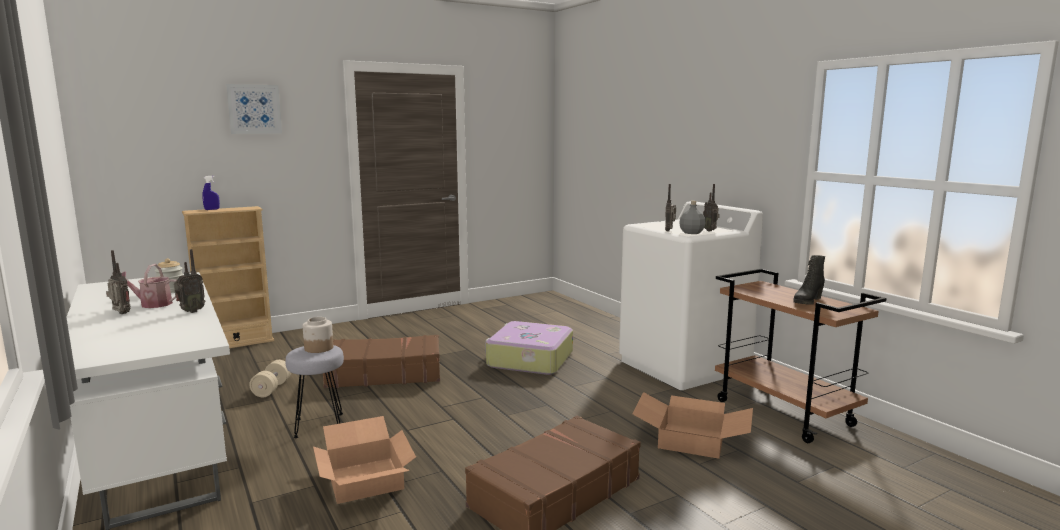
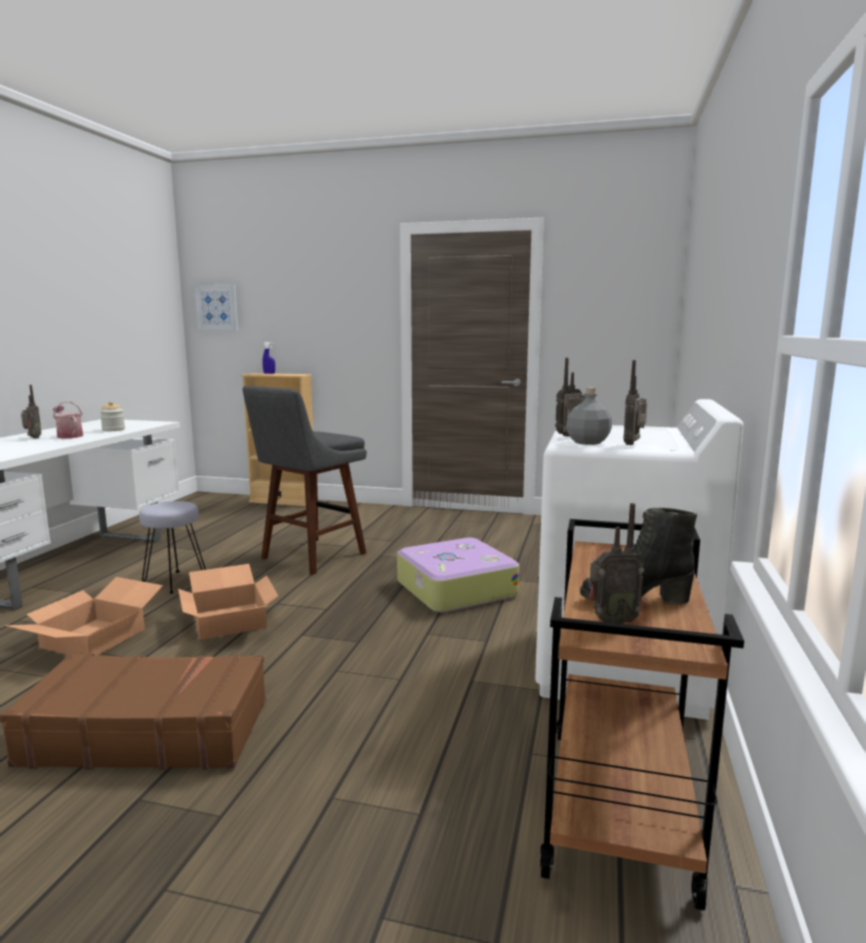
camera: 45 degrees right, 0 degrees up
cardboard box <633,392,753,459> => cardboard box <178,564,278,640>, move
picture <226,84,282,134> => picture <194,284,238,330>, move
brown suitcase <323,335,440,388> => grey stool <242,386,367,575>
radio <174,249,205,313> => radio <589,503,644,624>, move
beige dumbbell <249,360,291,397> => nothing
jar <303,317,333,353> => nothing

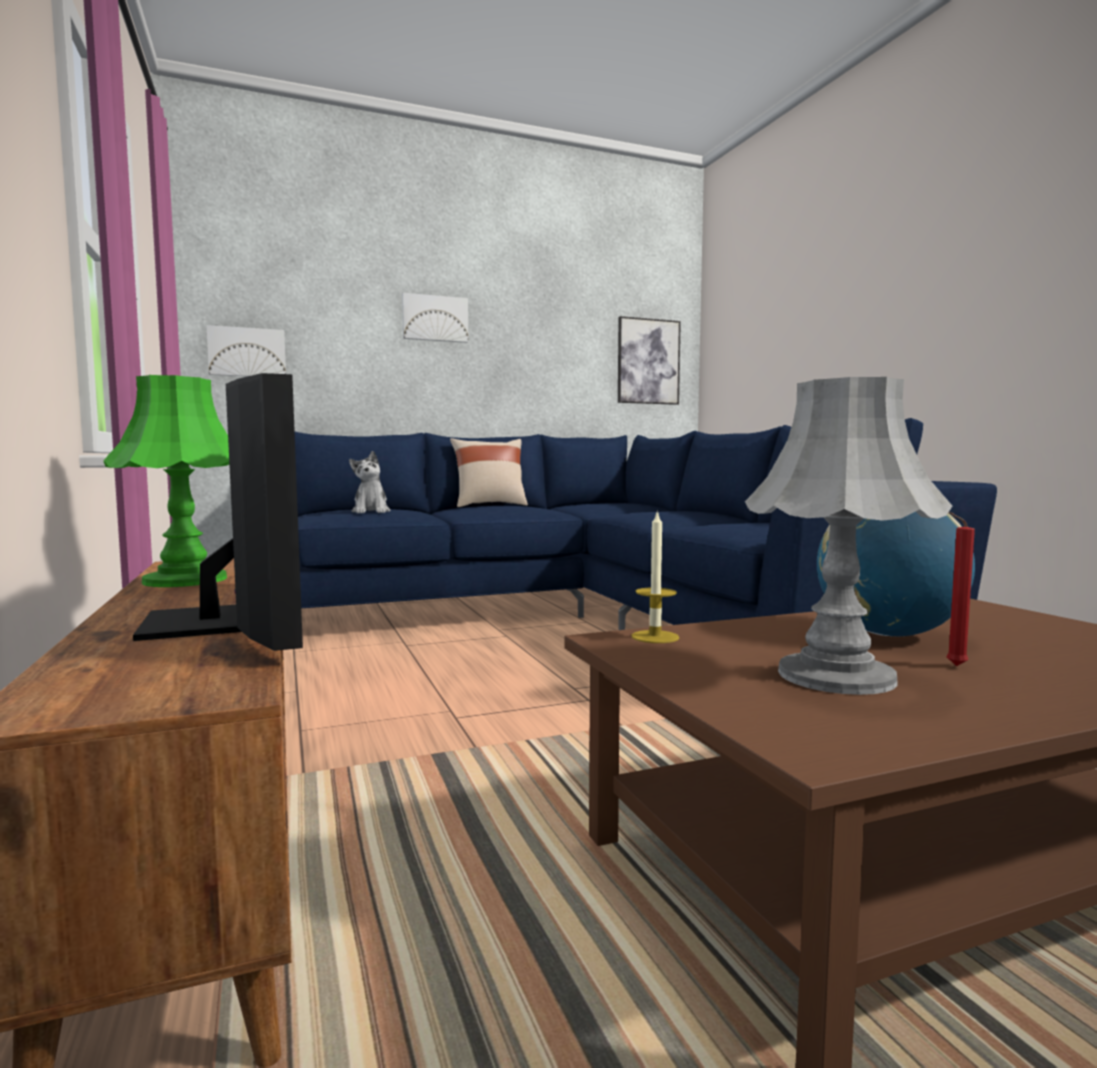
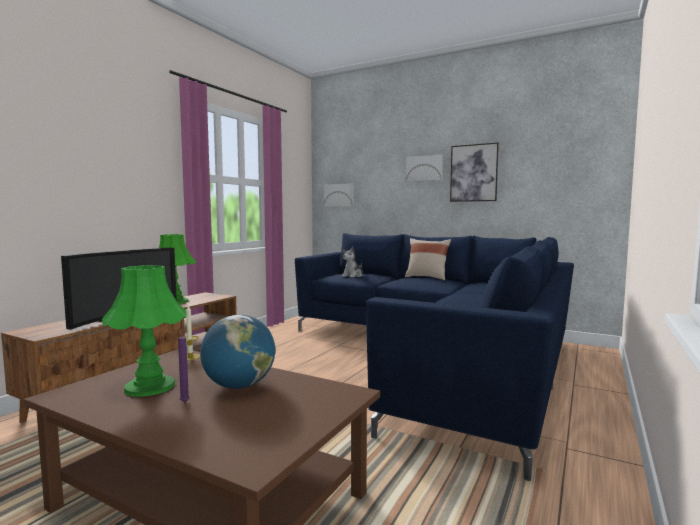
camera: 50 degrees right, 0 degrees up
grey table lamp <745,377,952,695> => green table lamp <102,265,186,397>
red candle <947,512,975,666> => purple candle <178,329,190,402>
picture <618,316,681,405> => picture <450,143,499,202>, move

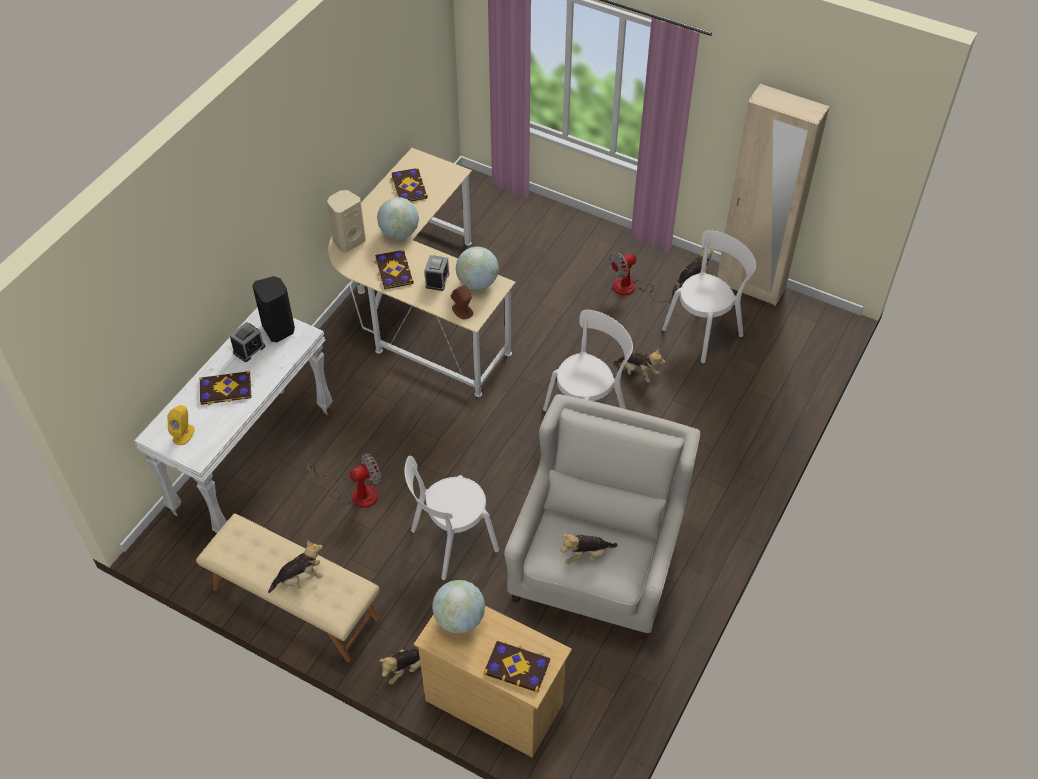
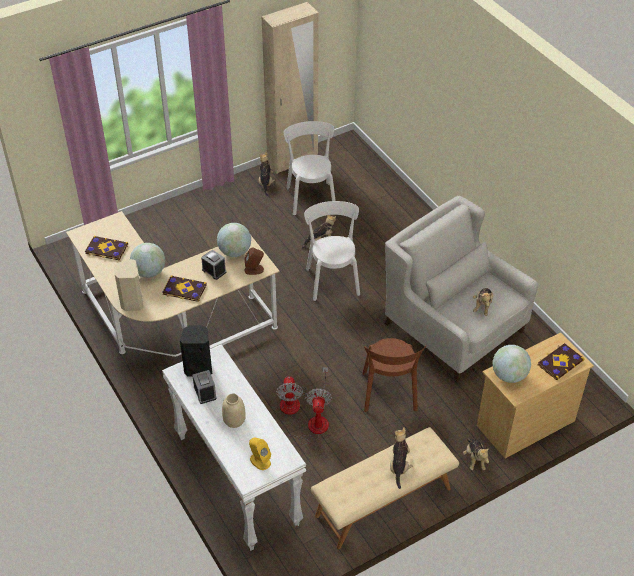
camera: 60 degrees left, 5 degrees down
book <200,371,252,405> => beige vase <222,393,246,428>
fan <609,251,680,302> => fan <276,367,328,415>, move
white chair <405,456,499,580> => brown chair <362,338,426,412>

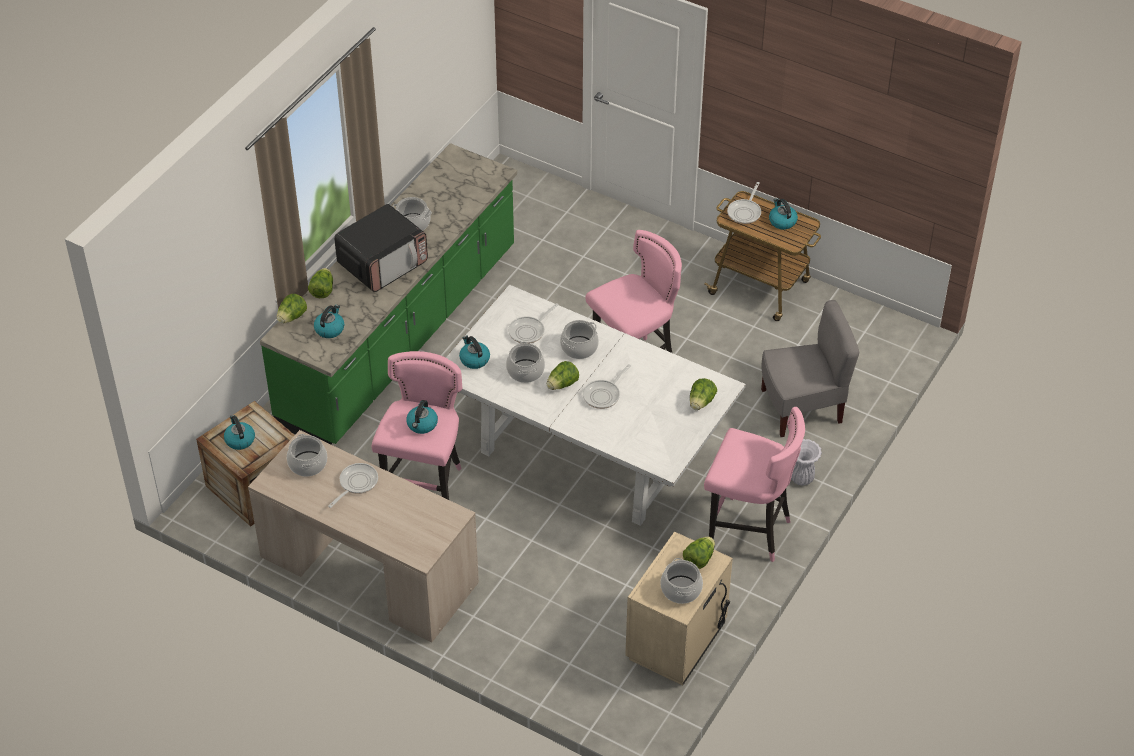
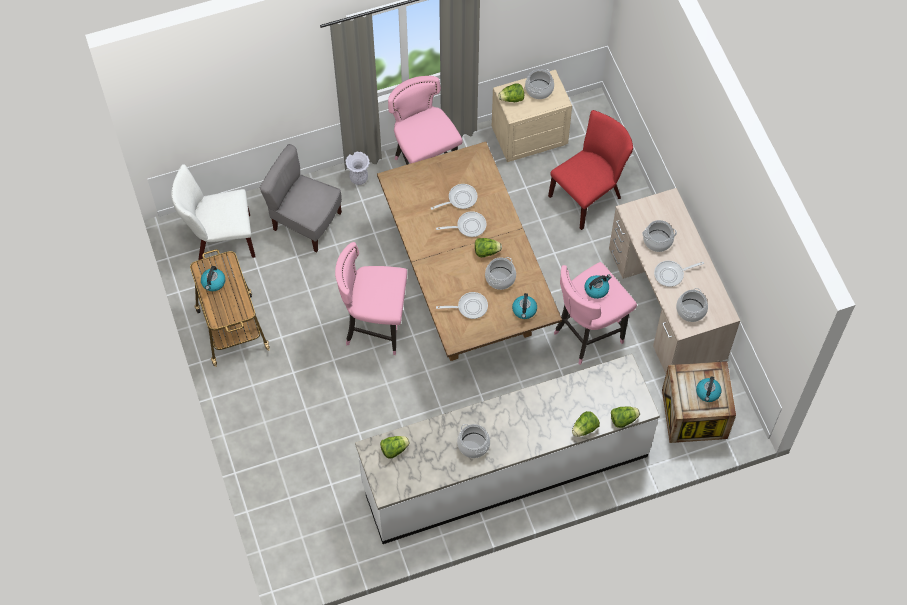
camera: 140 degrees left, 15 degrees up
nothing => white chair <171,164,255,260>
green counter <260,143,517,444> => white counter <355,354,660,544>
white dining table <446,284,746,526> => brown dining table <377,142,562,361>
lettuce <690,378,717,410> => lettuce <380,436,410,459>, move
frying pan <727,182,761,224> => frying pan <431,184,477,210>, move
nothing => red chair <548,110,633,230>
cooking pot <560,320,599,359> => cooking pot <642,220,677,252>, move
kettle <314,305,344,338> => nothing
microwave <334,204,428,292> => nothing

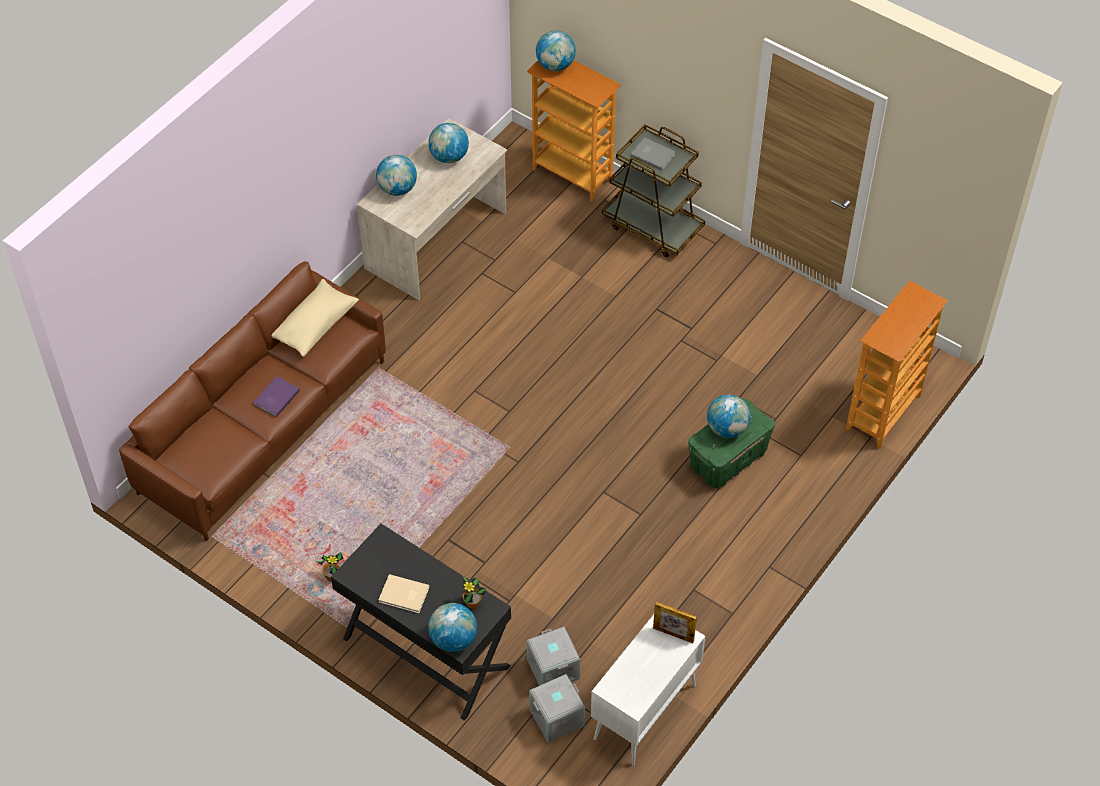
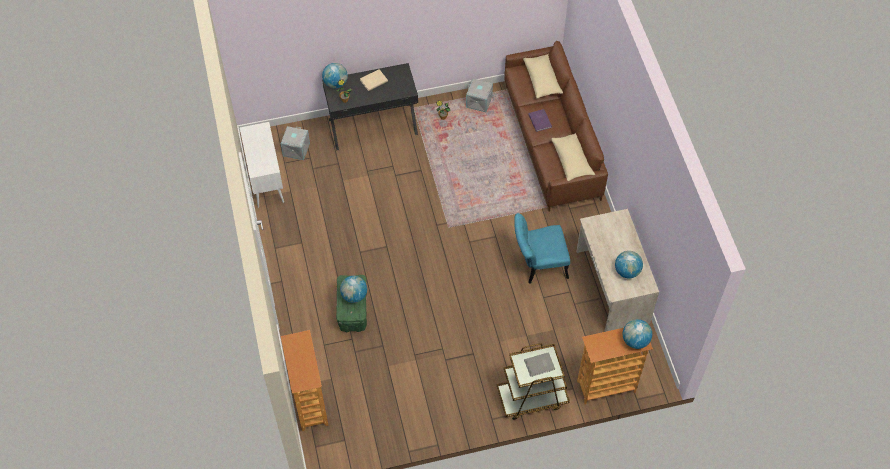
camera: 130 degrees right, 5 degrees up
grey storage box <527,627,580,686> => grey storage box <466,78,493,112>, move
nothing => turquoise chair <514,213,570,283>
nothing => beige pillow <523,54,563,99>
globe <376,155,417,196> => nothing
picture frame <653,602,697,643> => nothing

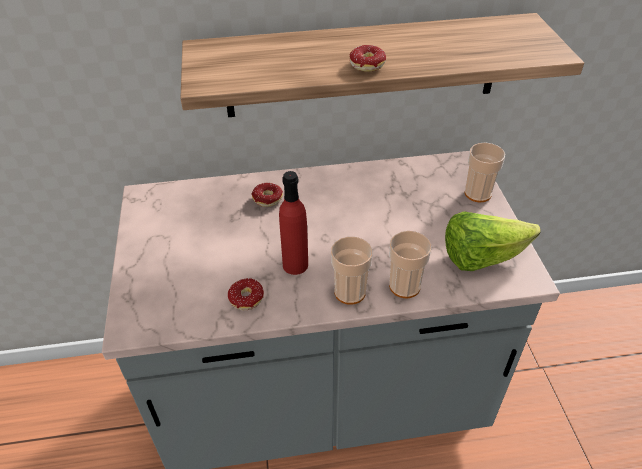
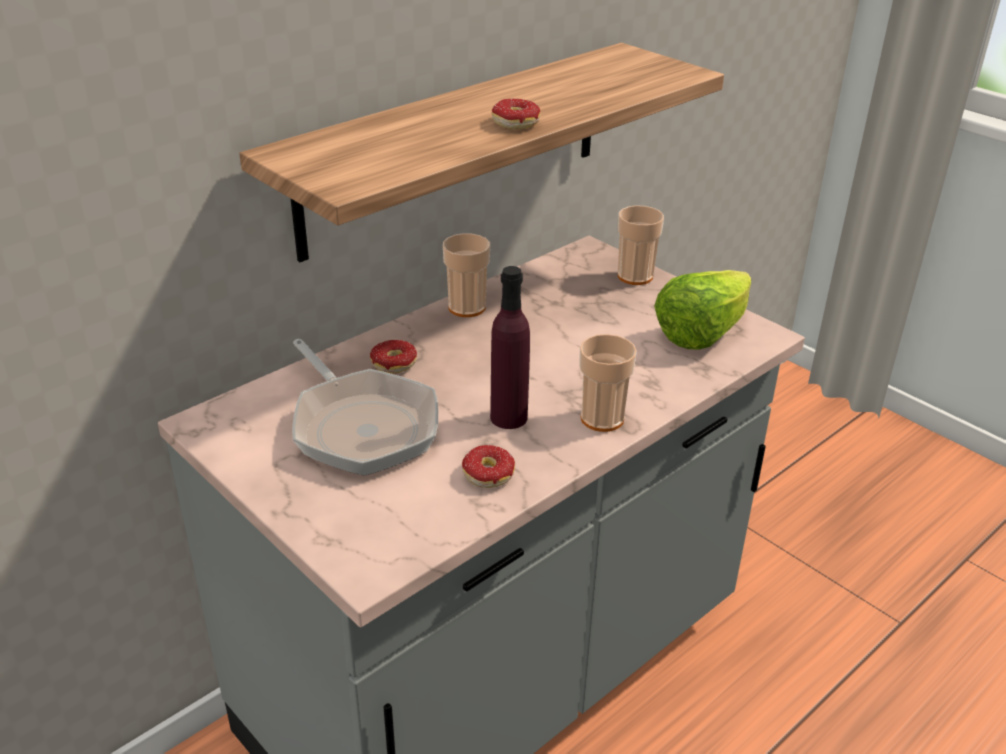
camera: 35 degrees left, 10 degrees down
nothing => frying pan <292,339,438,476>
cup <389,231,432,299> => cup <443,233,490,317>, move
red bottle <279,171,308,275> => purple bottle <490,266,530,429>

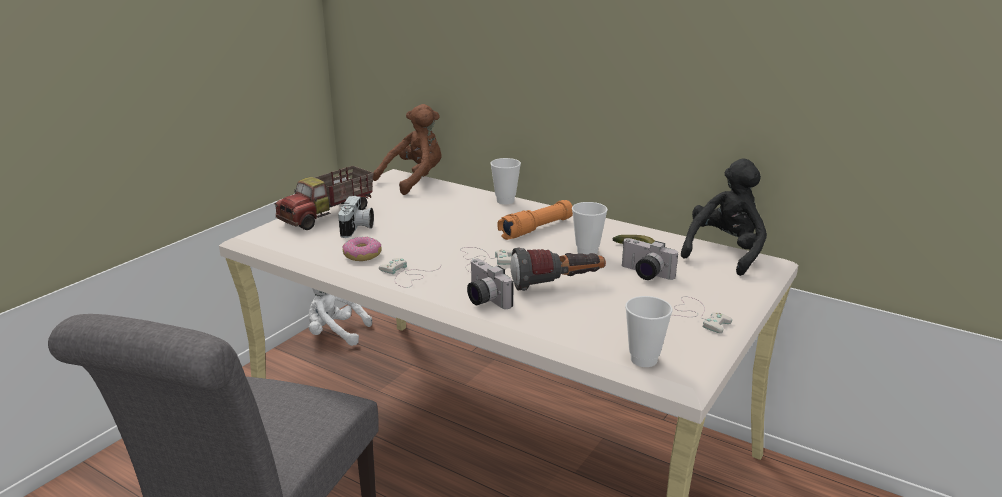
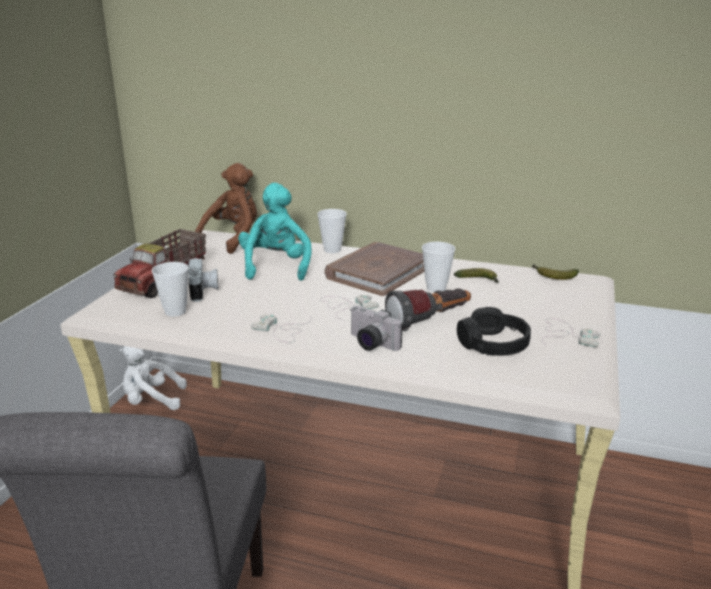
camera: 15 degrees left, 0 degrees up
cup <625,296,672,367> => cup <152,262,189,317>, move
nothing => turquoise plush toy <238,183,311,281>
orange flashlight <497,200,573,240> => brown book <325,242,424,296>
nothing => black headphones <457,307,531,355>
black plush toy <681,158,767,276> => banana <532,264,579,280>
donut <342,237,382,261> => nothing
photo camera <622,238,678,280> => nothing

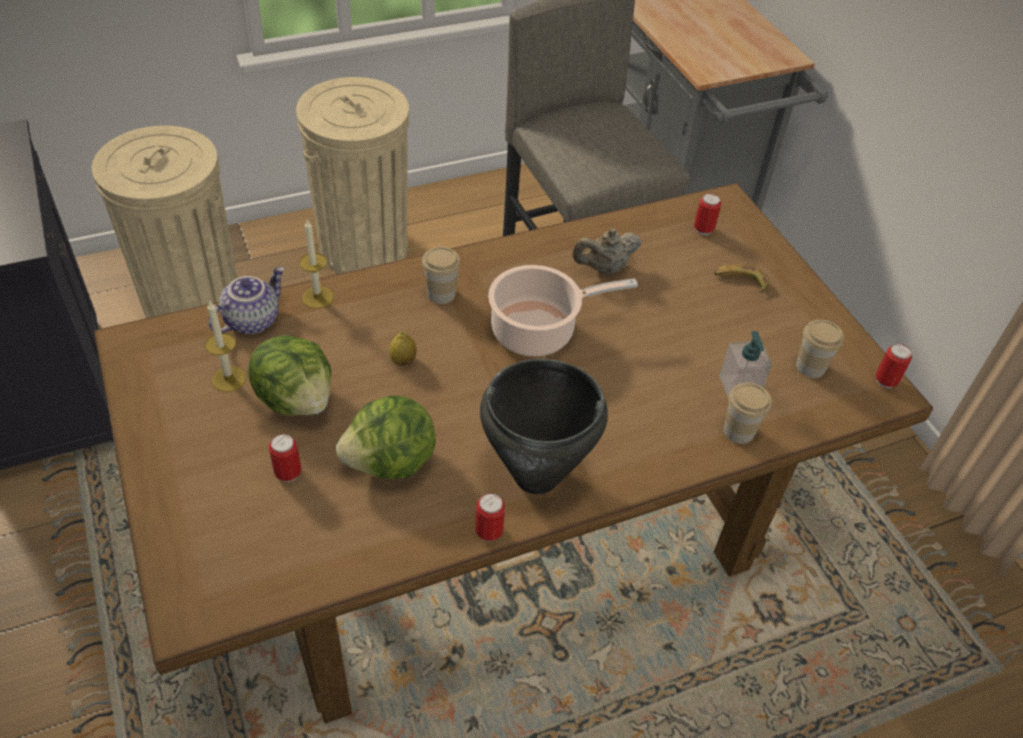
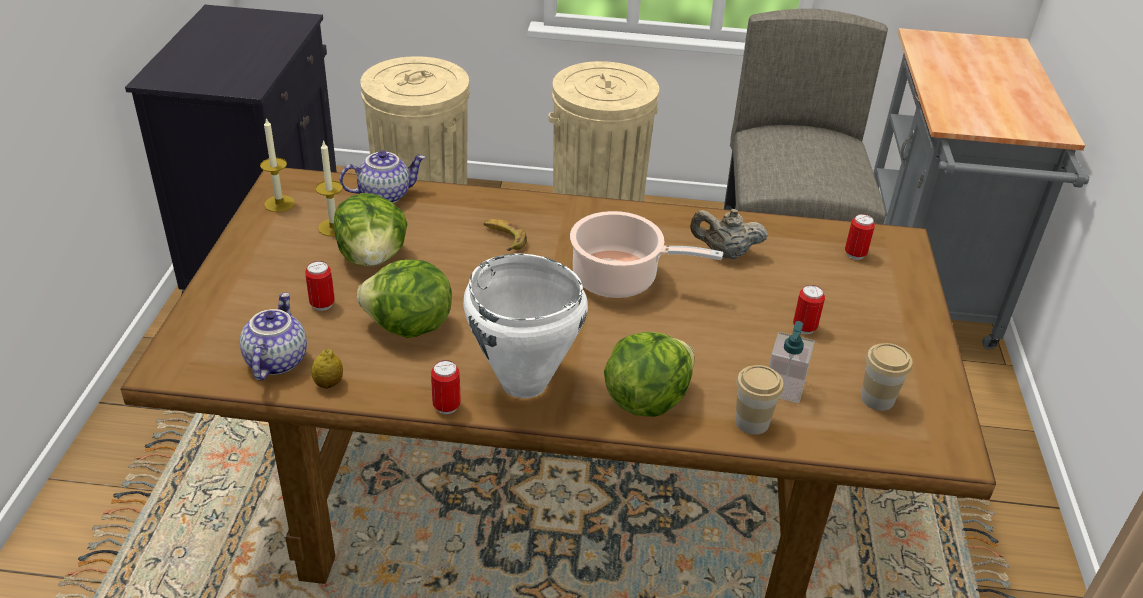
camera: 30 degrees right, 10 degrees down
nothing => teapot <240,293,307,380>
candle <299,219,333,309> => candle <260,117,295,212>, move
lemon <389,331,416,366> => lemon <311,349,343,389>, move
black cooking pot <480,359,608,494> => white cooking pot <463,254,588,398>
banana <714,264,770,293> => banana <484,219,527,251>, move
nothing => lettuce <604,332,694,417>
can <875,344,912,388> => can <793,285,825,334>, move
cup <422,247,461,304> => nothing

